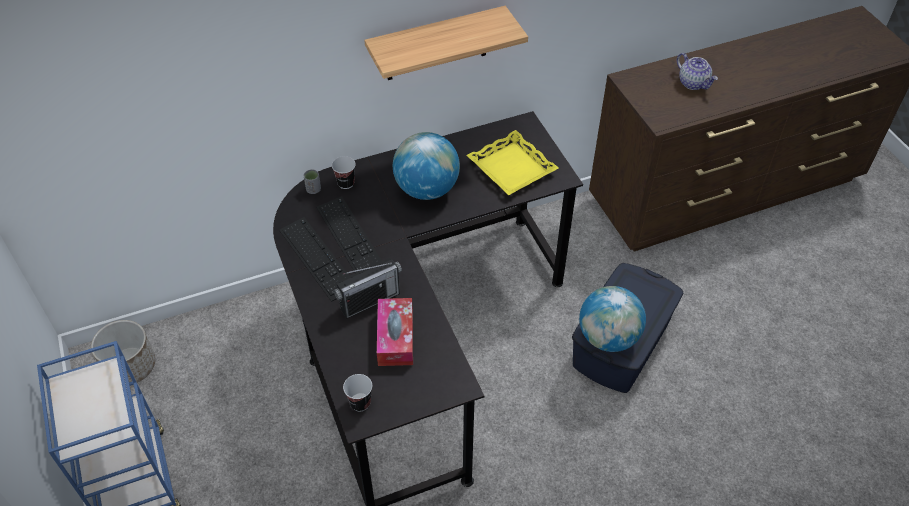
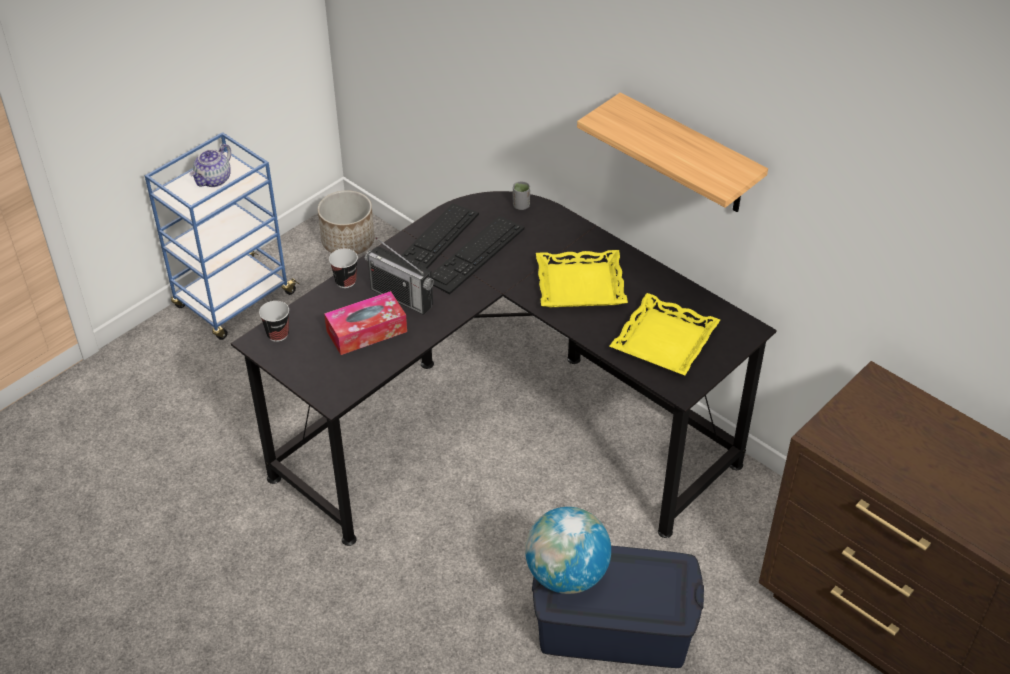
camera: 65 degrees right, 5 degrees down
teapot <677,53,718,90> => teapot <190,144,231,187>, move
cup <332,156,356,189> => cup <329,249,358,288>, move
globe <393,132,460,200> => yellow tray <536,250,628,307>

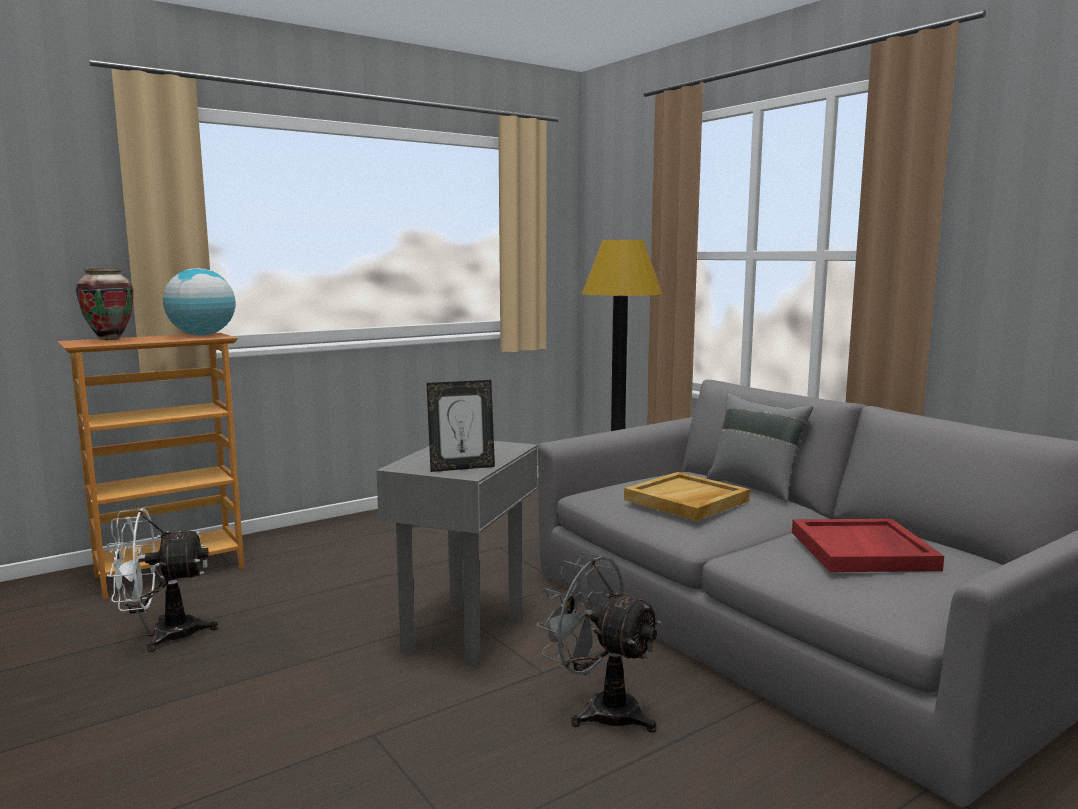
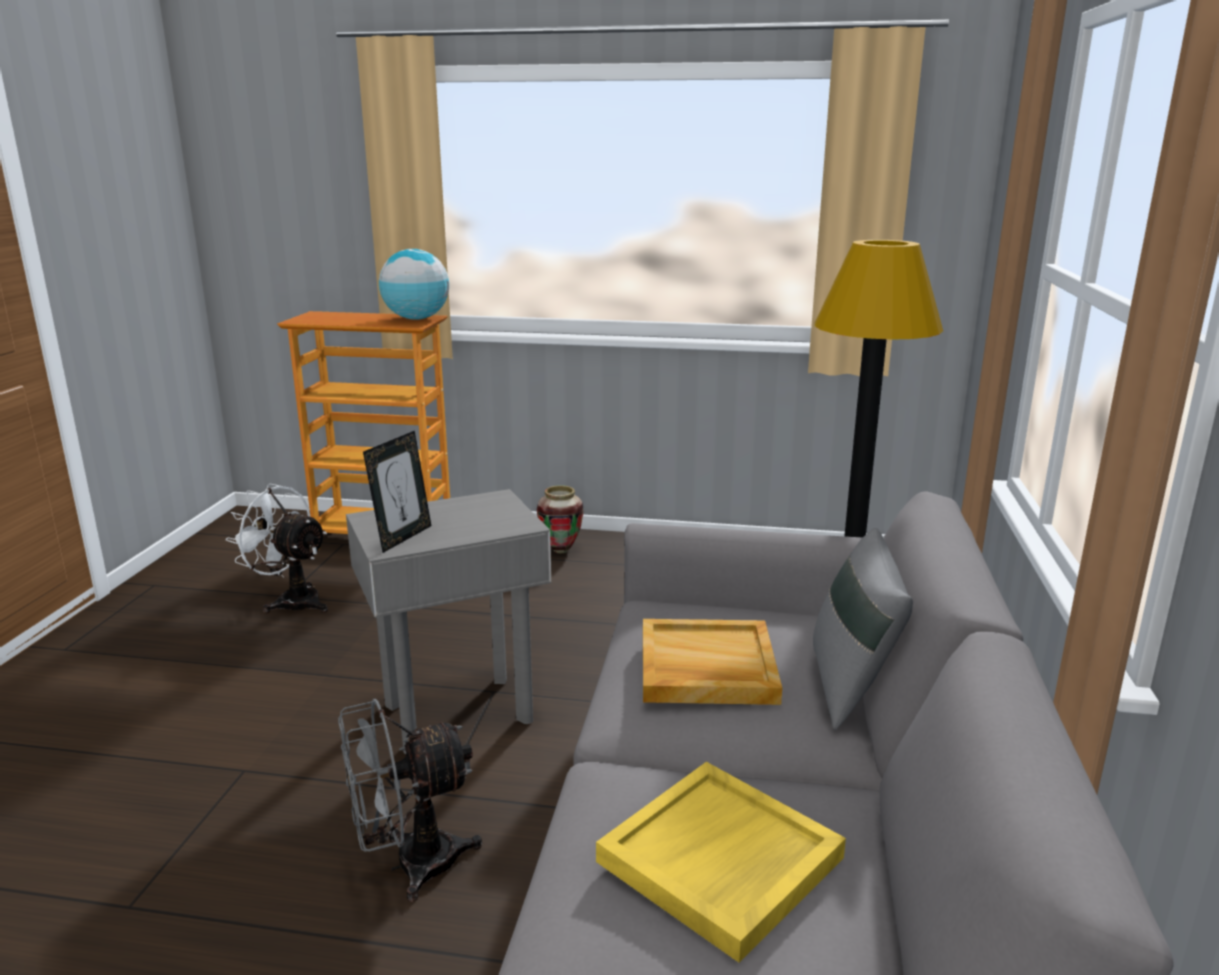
camera: 45 degrees right, 10 degrees up
grey fan <536,552,662,733> => grey fan <338,699,482,902>, 105 degrees counterclockwise
picture frame <426,380,495,472> => picture frame <363,431,431,553>, 90 degrees counterclockwise
vase <76,268,134,340> => vase <537,485,584,553>, move
red tray <792,519,944,572> => yellow tray <596,762,846,962>

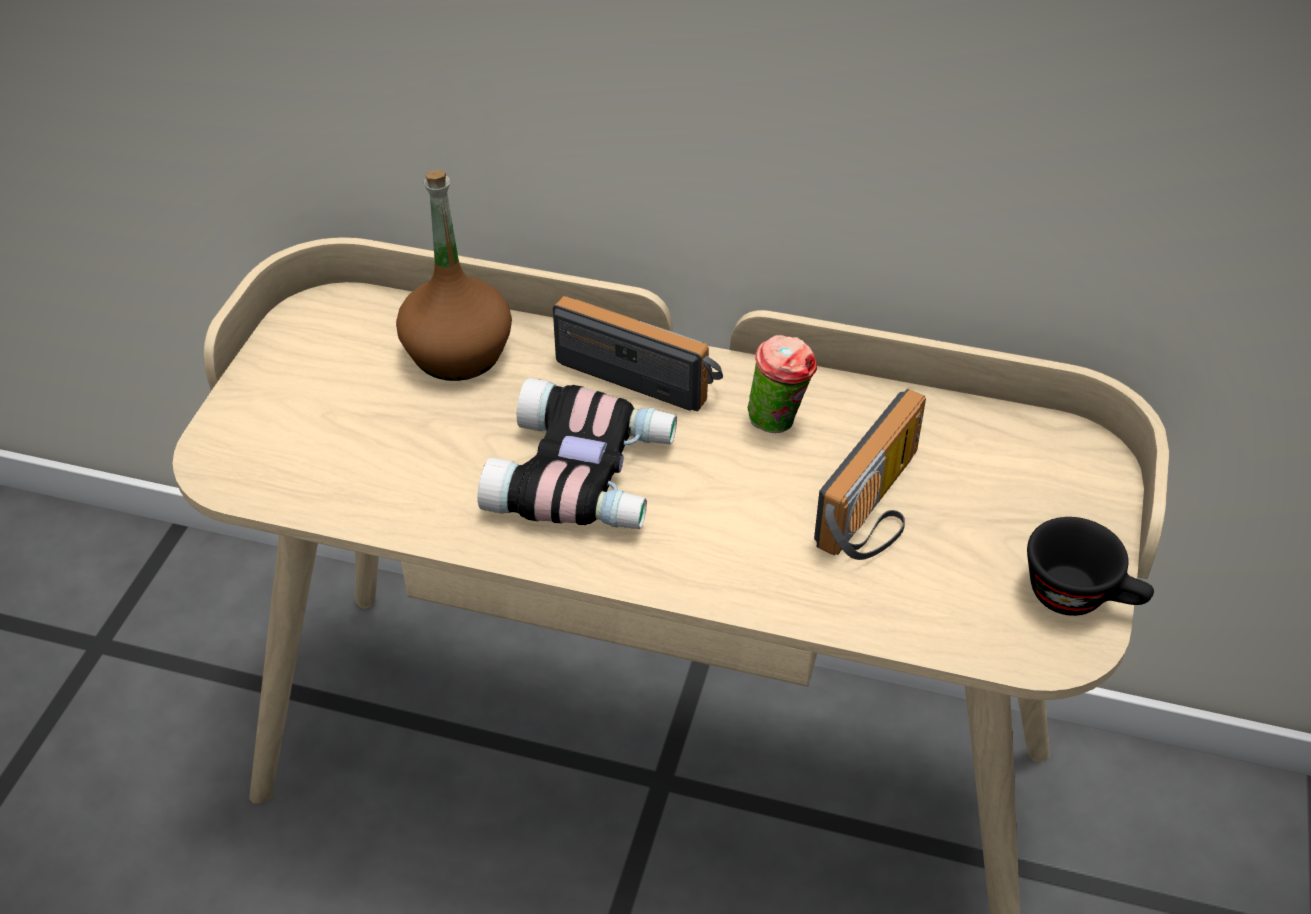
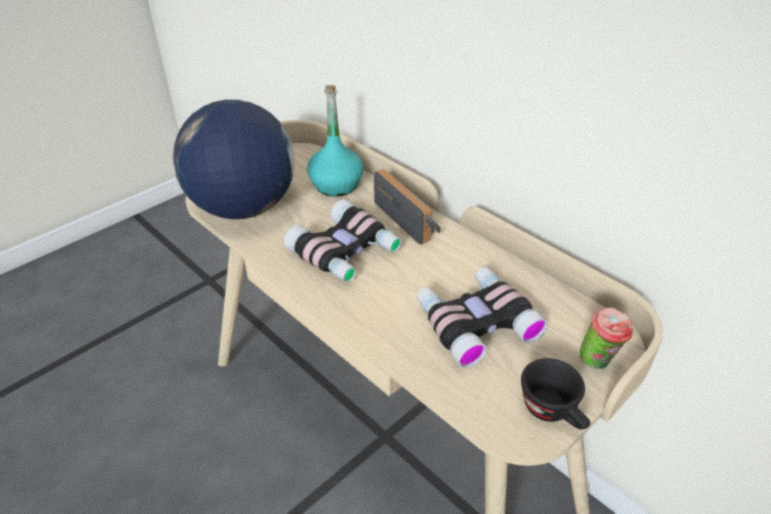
camera: 30 degrees right, 5 degrees down
nothing => globe <173,100,295,219>
brown bottle <396,170,512,381> => turquoise bottle <307,85,364,197>
radio <814,388,926,560> => binoculars <416,267,548,369>
cup <748,335,817,433> => cup <580,308,633,369>, move

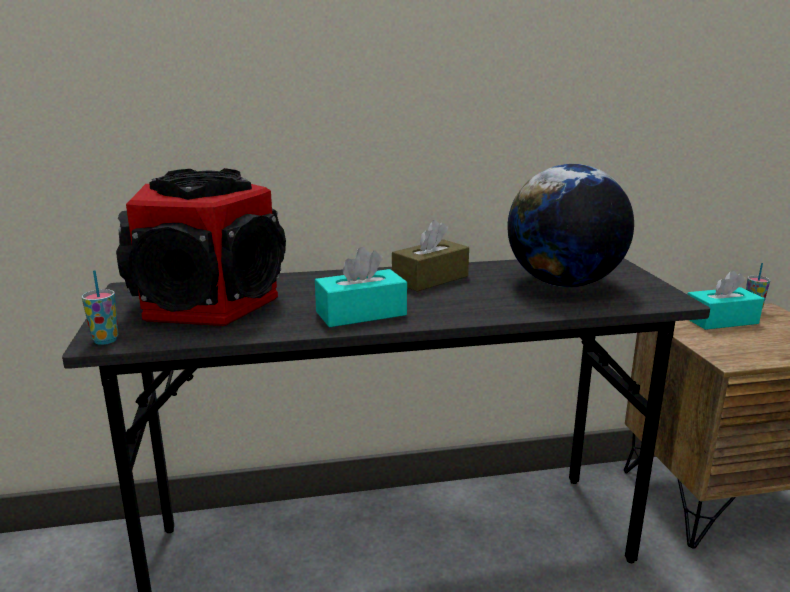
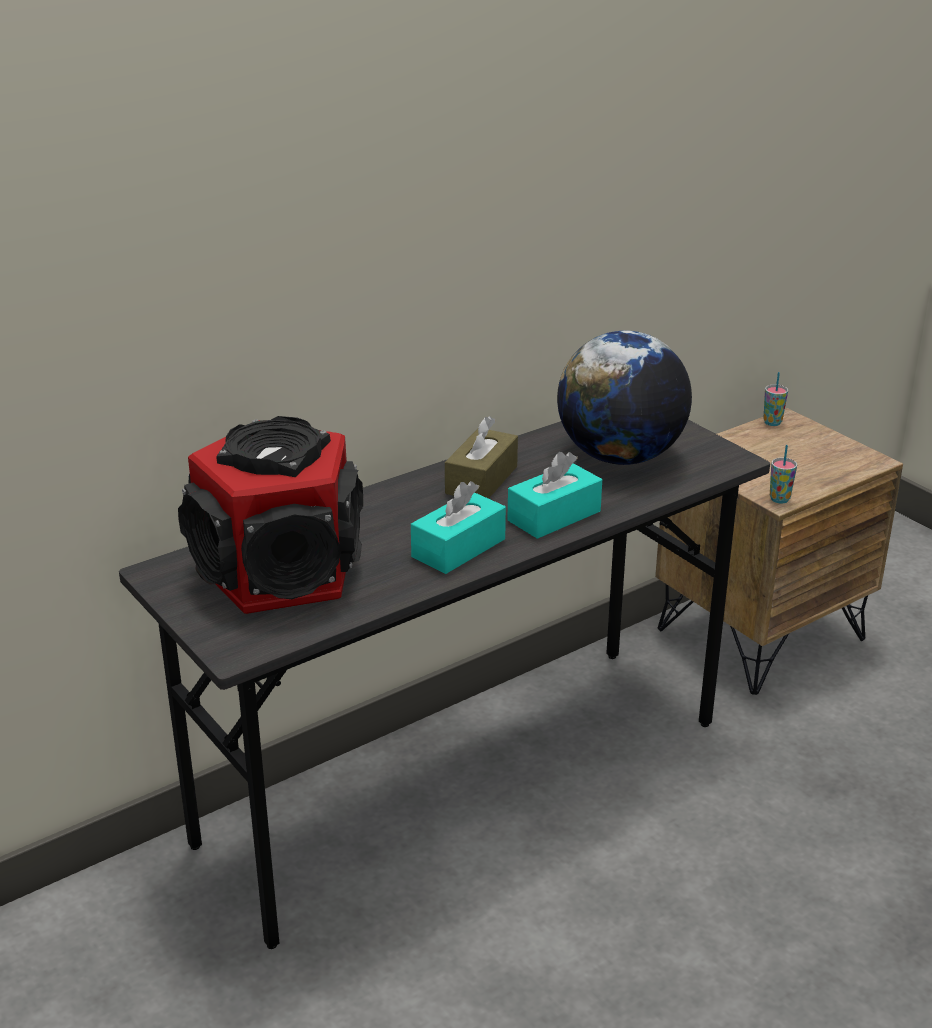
camera: 25 degrees left, 10 degrees up
turquoise tissue box <688,270,764,330> => turquoise tissue box <507,452,602,539>, move
cup <82,270,118,345> => cup <770,445,797,504>, move

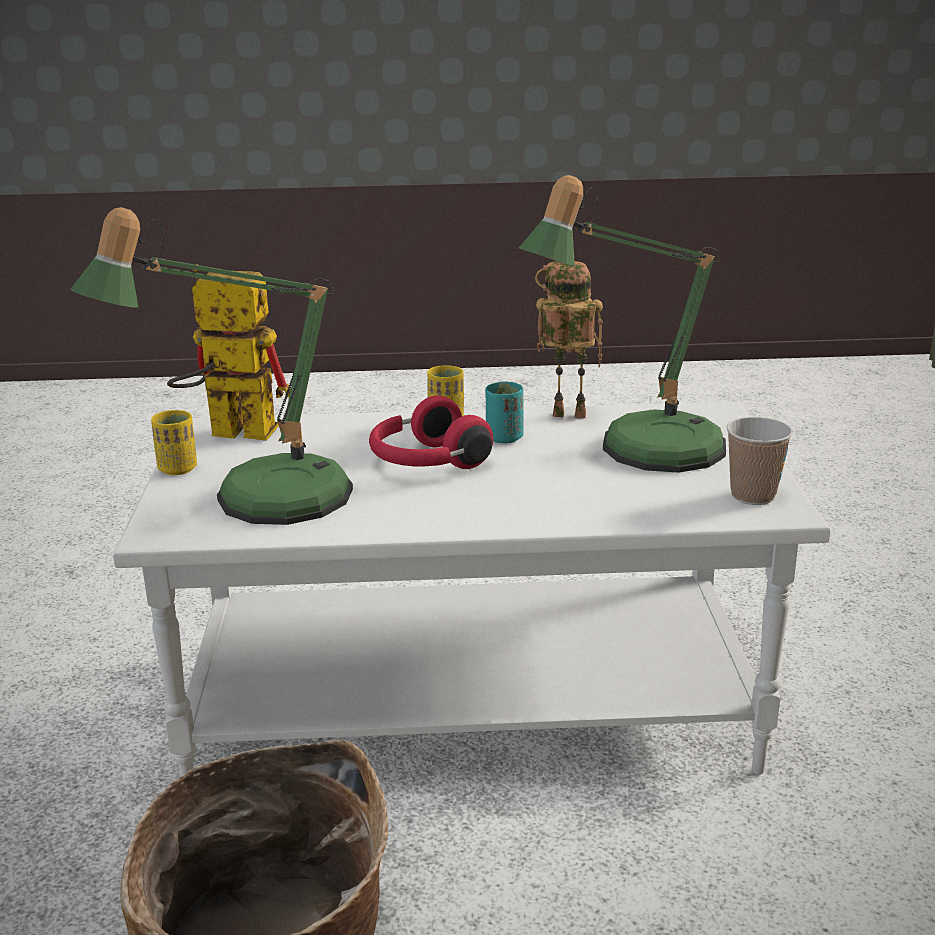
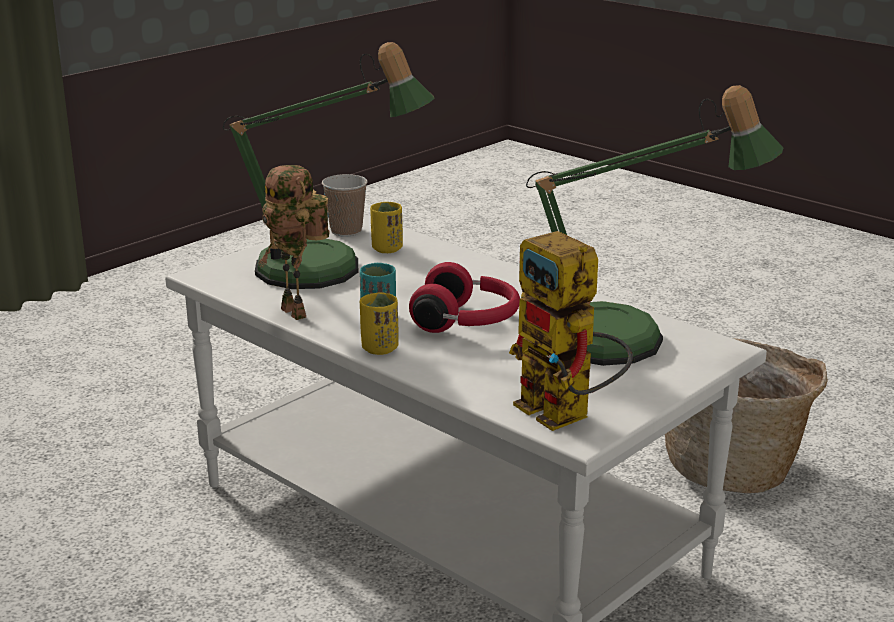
camera: 135 degrees left, 0 degrees up
yellow cup <151,410,197,475> => yellow cup <370,202,403,253>, move

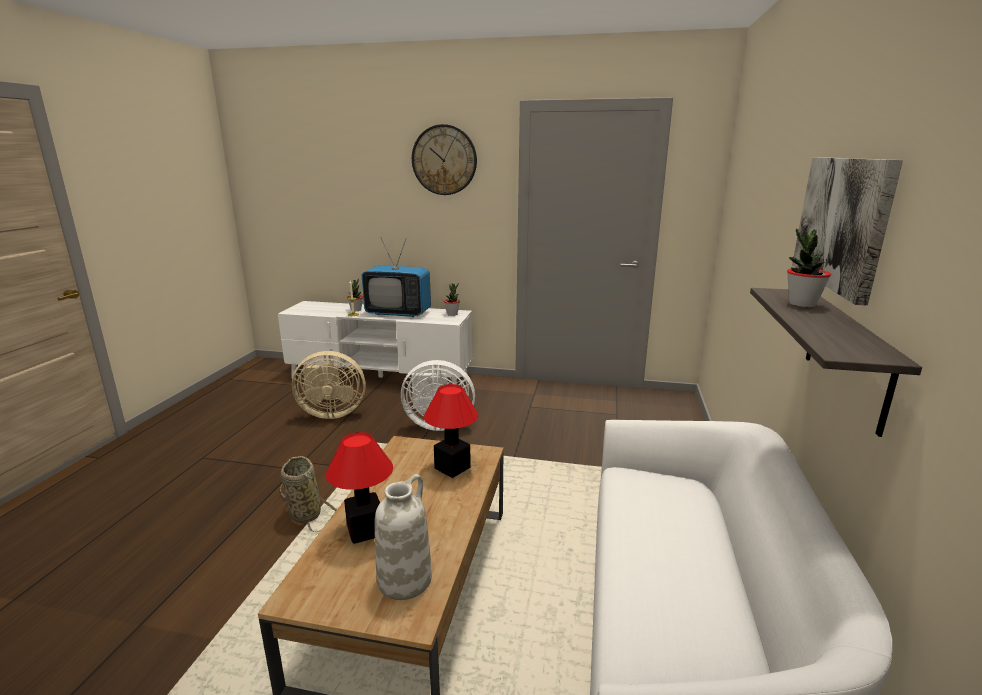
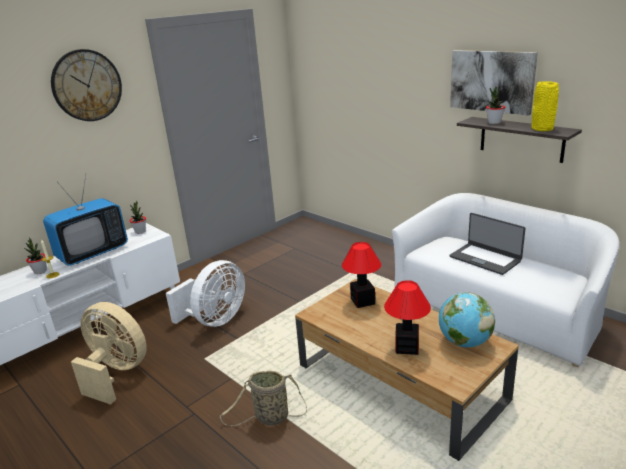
camera: 55 degrees left, 5 degrees up
beige fan <292,351,366,419> => beige fan <71,302,147,405>, 90 degrees counterclockwise
white vase <375,474,432,600> => globe <439,292,495,347>
nothing => laptop <449,213,525,275>
nothing => yellow vase <532,81,559,131>

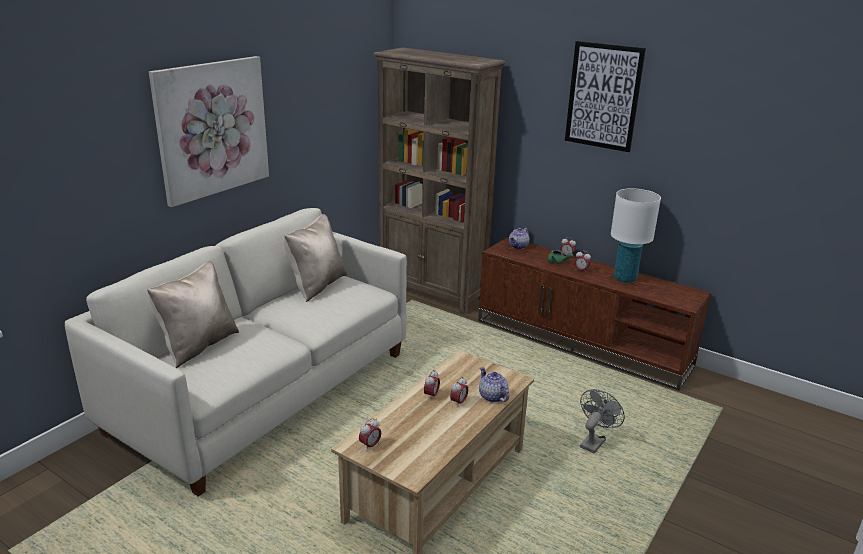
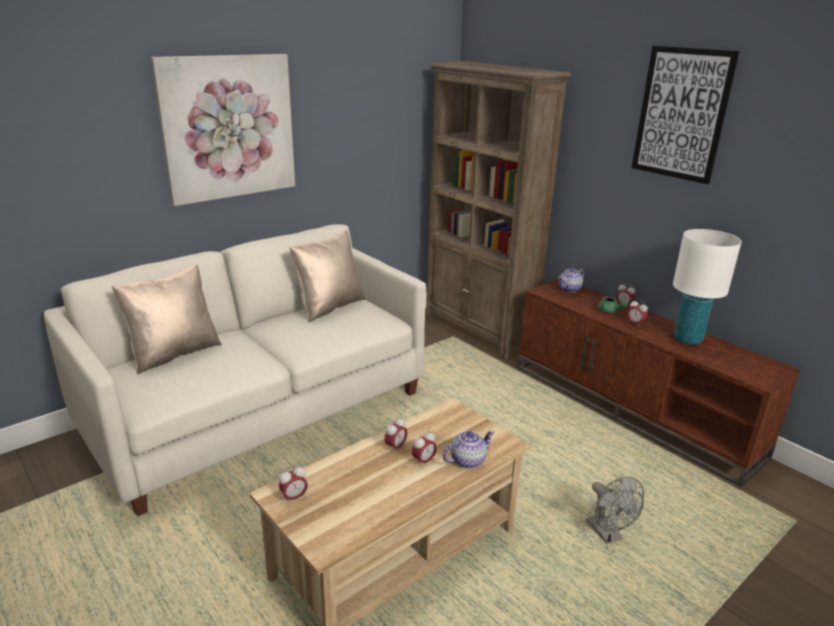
camera: 15 degrees right, 0 degrees up
teapot <479,367,509,402> => teapot <443,430,495,469>, 75 degrees clockwise
grey fan <580,389,625,453> => grey fan <586,476,644,544>, 105 degrees clockwise

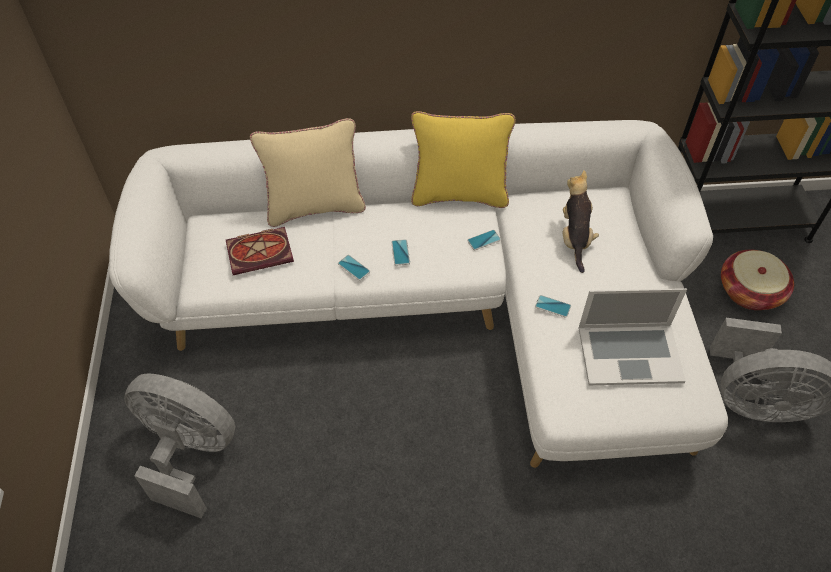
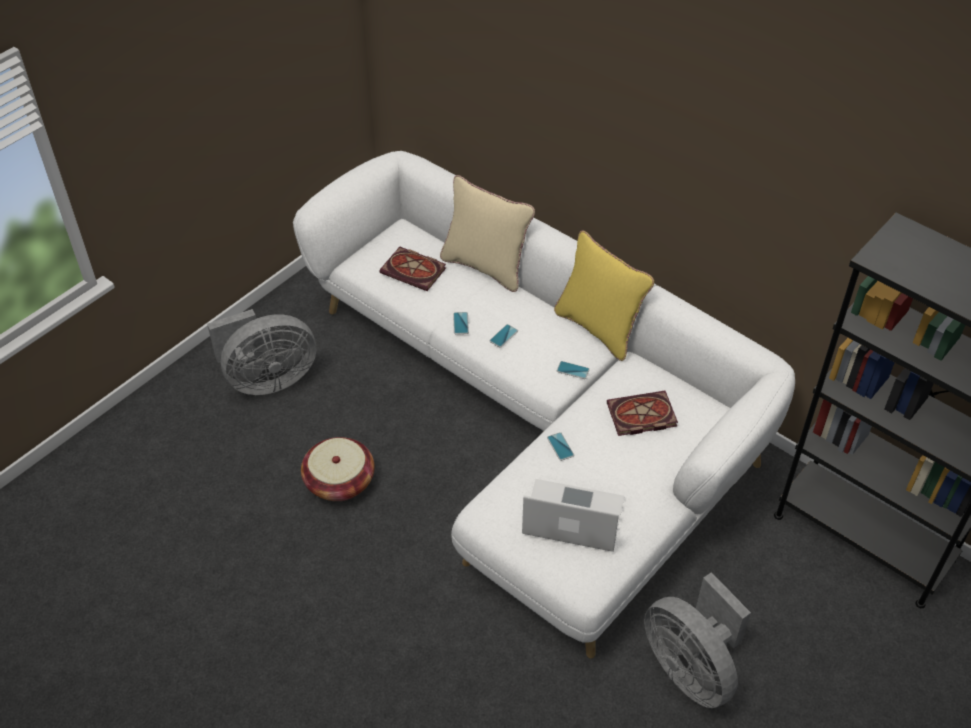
camera: 45 degrees right, 5 degrees down
grey fan <124,374,235,519> => grey fan <207,309,316,395>, 90 degrees clockwise
basket <721,250,794,310> => basket <301,437,375,501>, move
laptop <579,288,687,385> => laptop <522,479,624,552>, 150 degrees clockwise
plush toy <562,170,599,273> => book <607,391,678,436>

